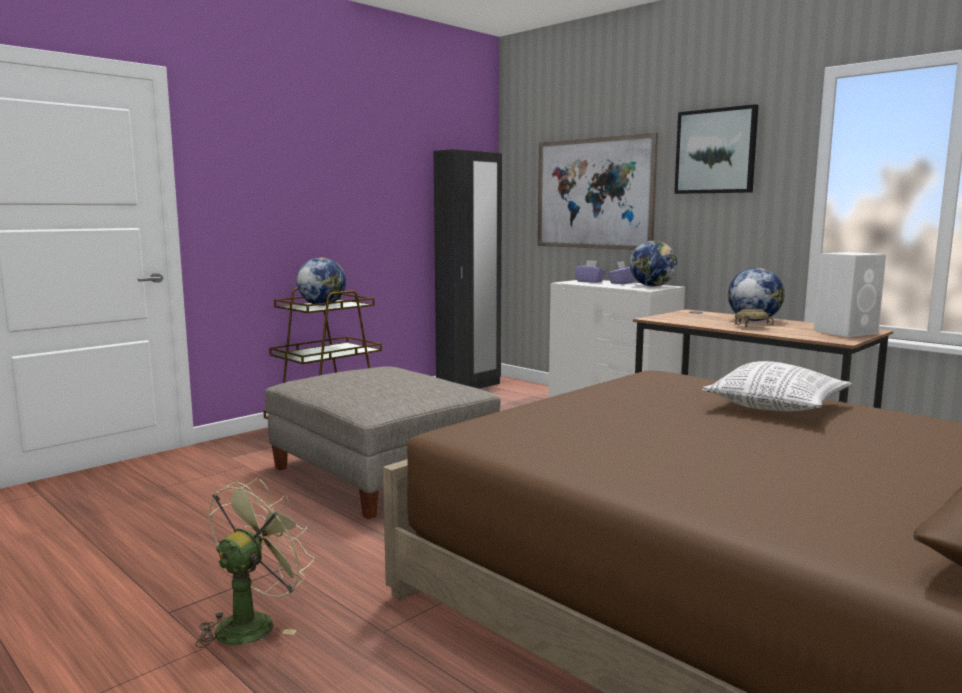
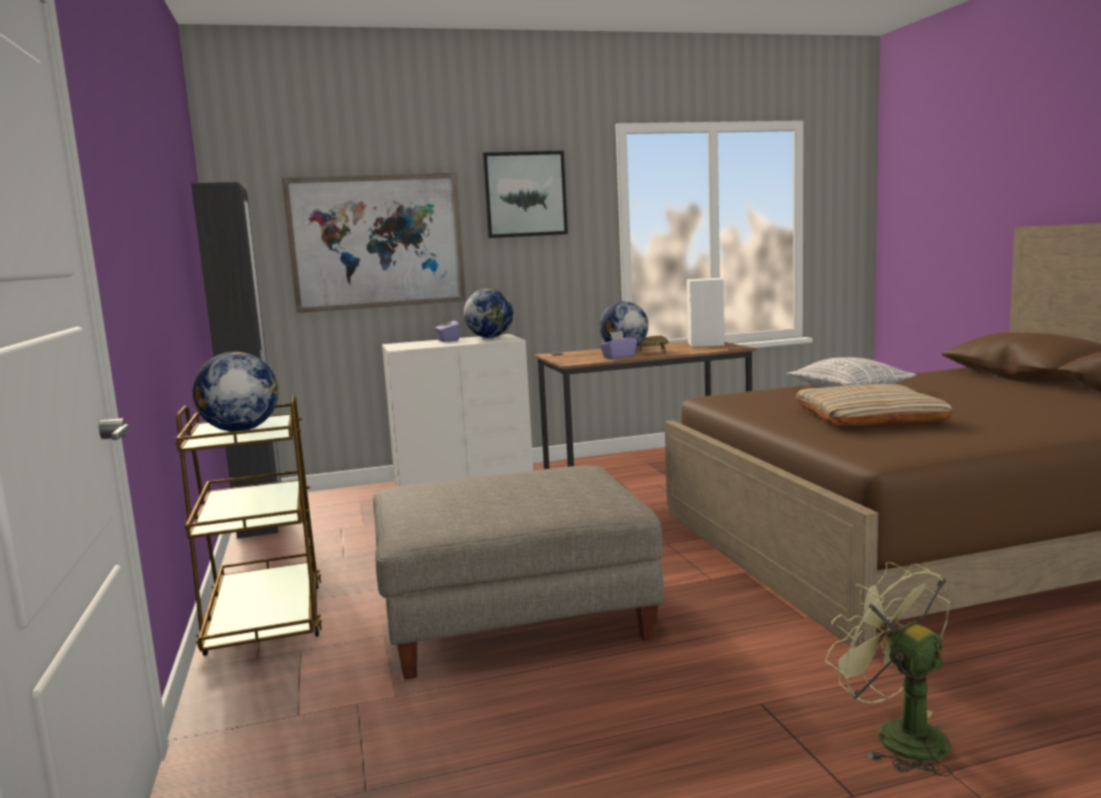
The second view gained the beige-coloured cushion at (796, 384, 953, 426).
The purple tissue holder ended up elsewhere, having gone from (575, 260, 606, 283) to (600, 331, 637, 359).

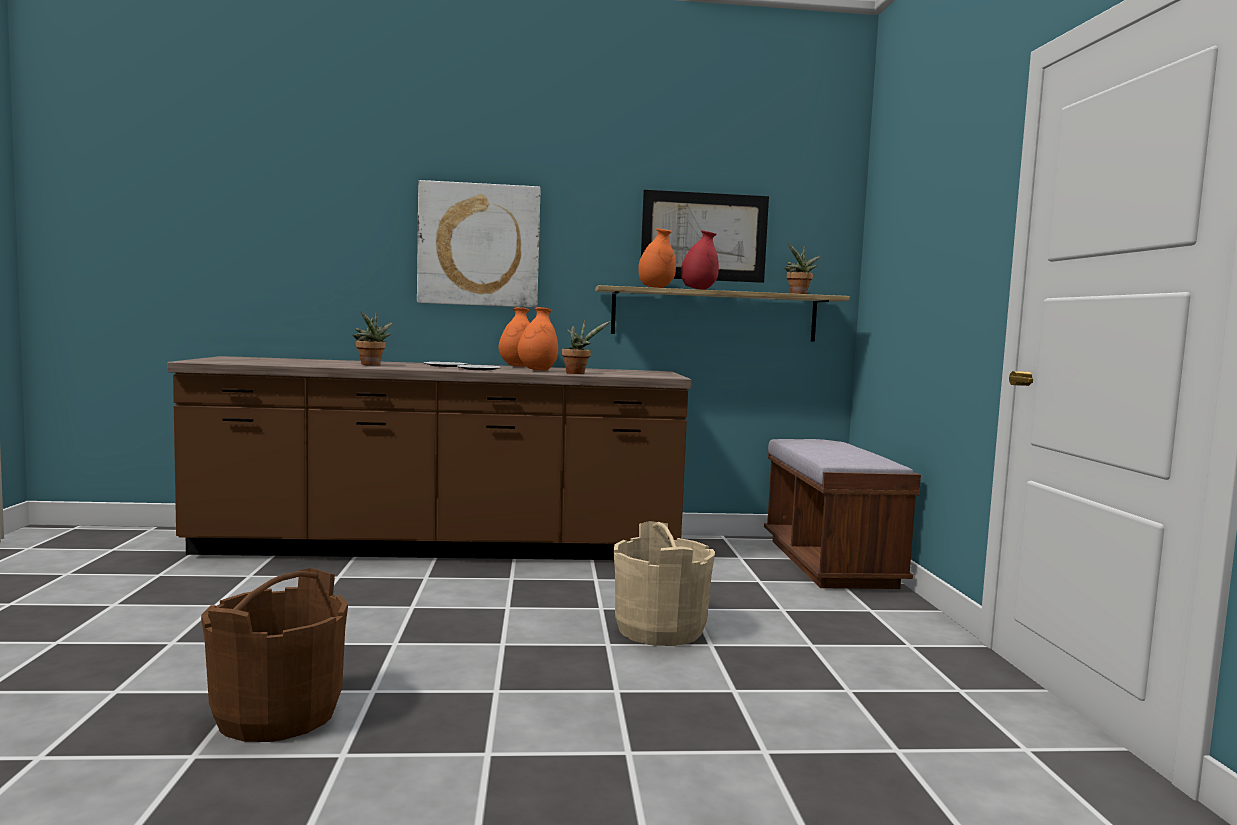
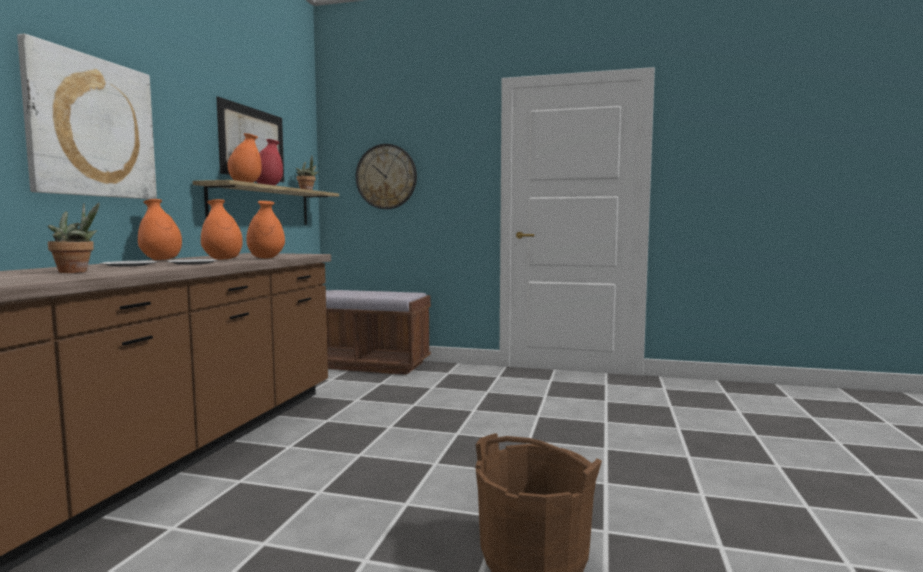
The second view lost the beige-coloured bucket at (614, 521, 715, 646).
The second view gained the hanging clock at (356, 144, 417, 209).
Where the potted plant stood at (562, 320, 611, 374), the orange decorative vase came to stand at (246, 201, 285, 258).

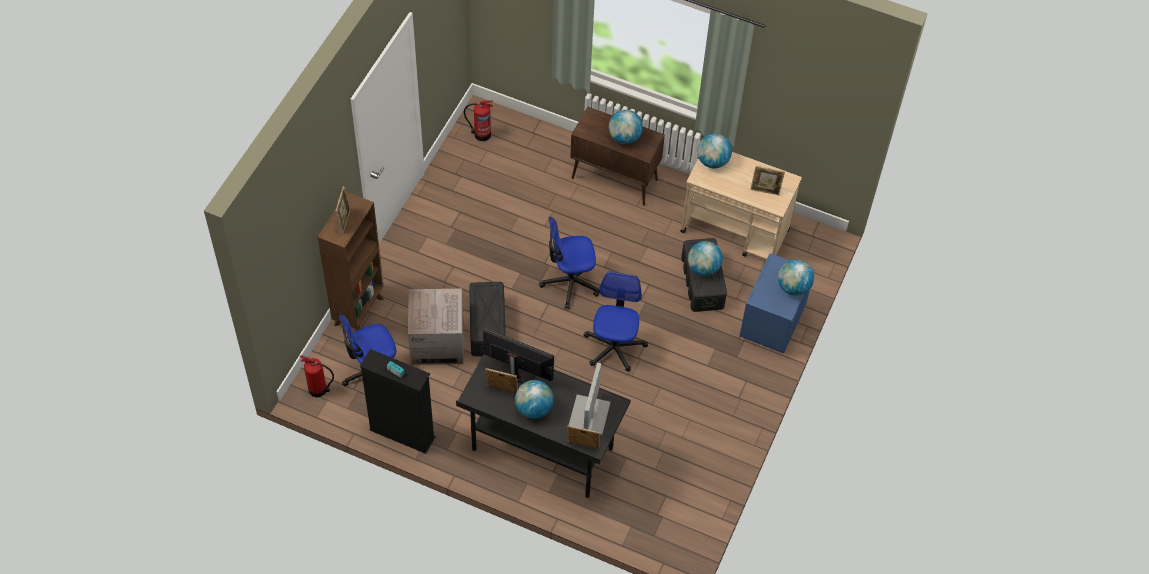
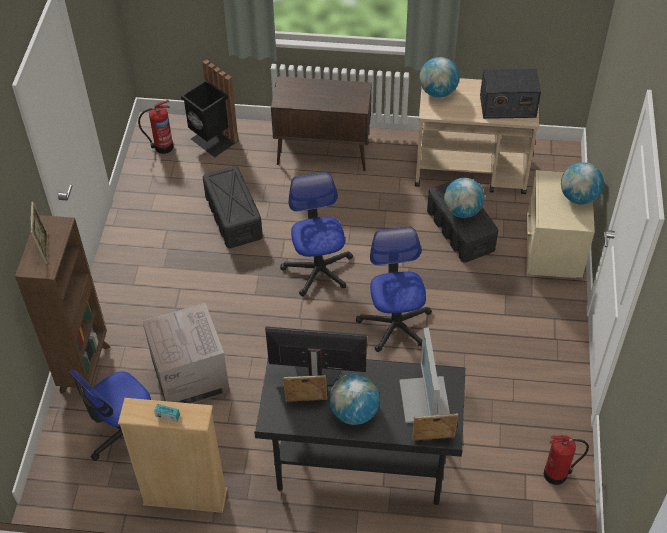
The second view lost the globe at (609, 110, 643, 144).
The second view gained the black-coloured rubbish bin at (181, 59, 239, 157).
The extinguisher ended up elsewhere, having gone from (300, 355, 334, 397) to (544, 435, 589, 485).
The black-coloured storage container ended up elsewhere, having gone from (469, 282, 506, 356) to (203, 166, 263, 248).
Where the picture frame stood at (750, 166, 785, 195), the radio set came to stand at (480, 68, 541, 119).
What was the black-coloured shelving unit at (360, 349, 436, 454) turned into the beige-coloured shelving unit at (118, 398, 227, 513).
What was the blue-coloured bedside table at (740, 253, 815, 354) turned into the beige-coloured bedside table at (527, 170, 595, 278).
The office chair at (539, 217, 599, 309) ended up facing another way, 105 degrees clockwise from before.

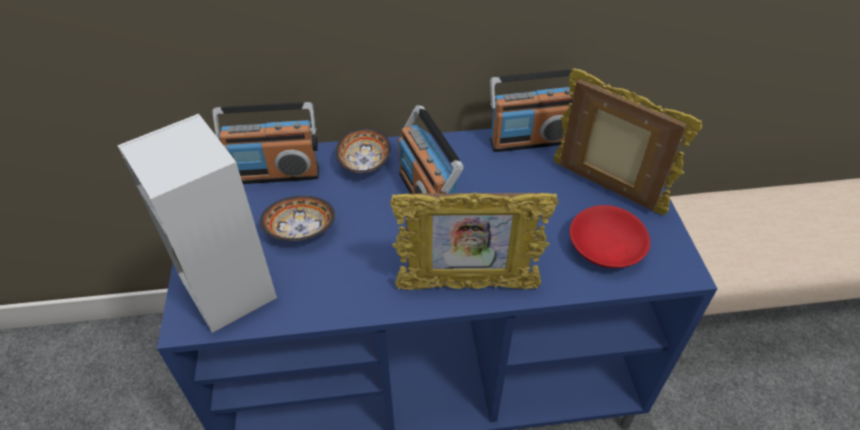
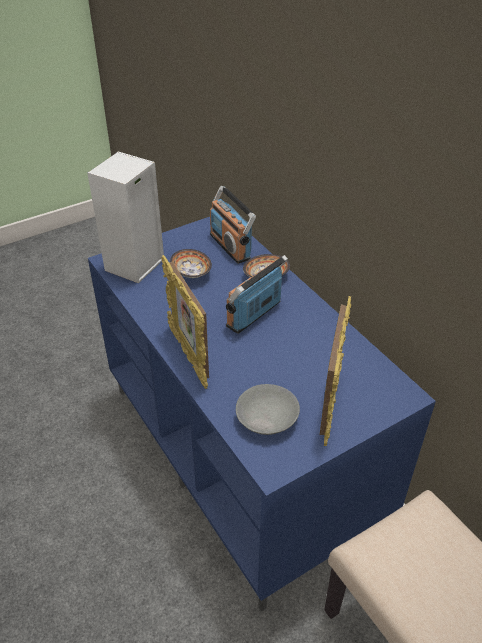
The second view lost the radio set at (490, 69, 580, 152).
What was the reddish serving bowl at (570, 205, 650, 268) turned into the gray serving bowl at (236, 384, 300, 435).

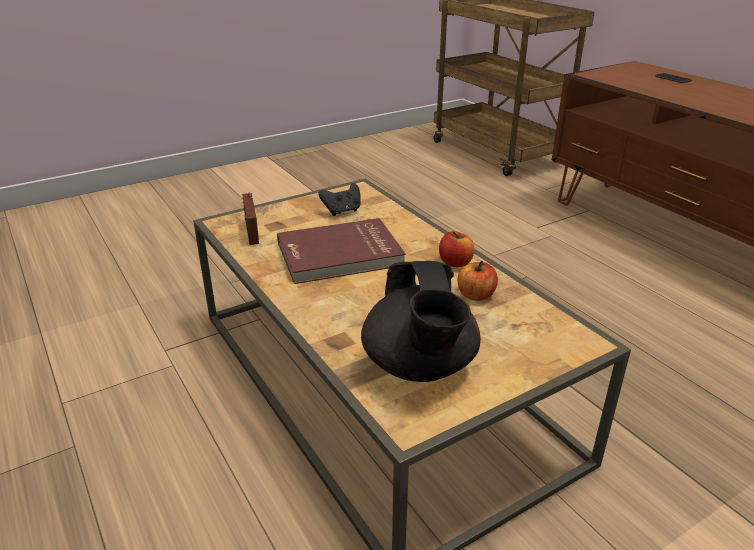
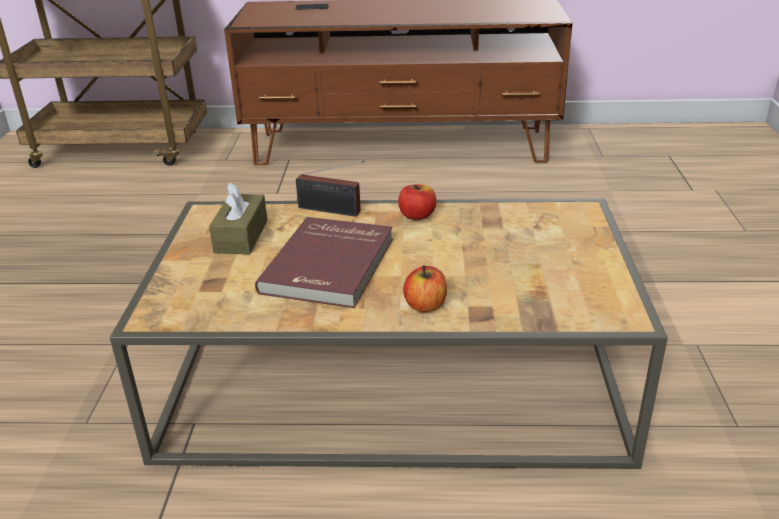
The second view lost the black-coloured tea pot at (361, 261, 481, 382).
The radio set ended up elsewhere, having gone from (242, 193, 259, 245) to (296, 161, 365, 217).
The whole apple ended up elsewhere, having gone from (458, 261, 498, 301) to (403, 265, 447, 312).
Where the black-coloured joypad stood at (318, 183, 361, 216), the brown tissue holder came to stand at (209, 182, 267, 254).

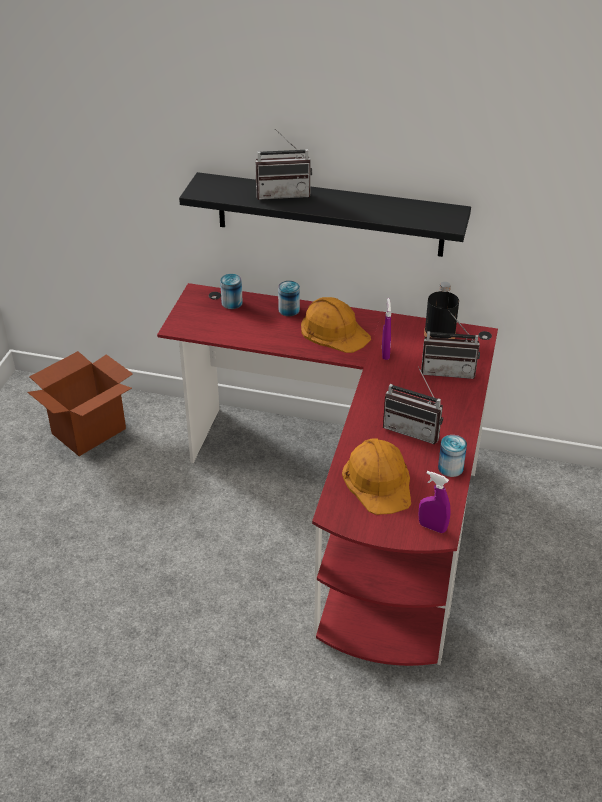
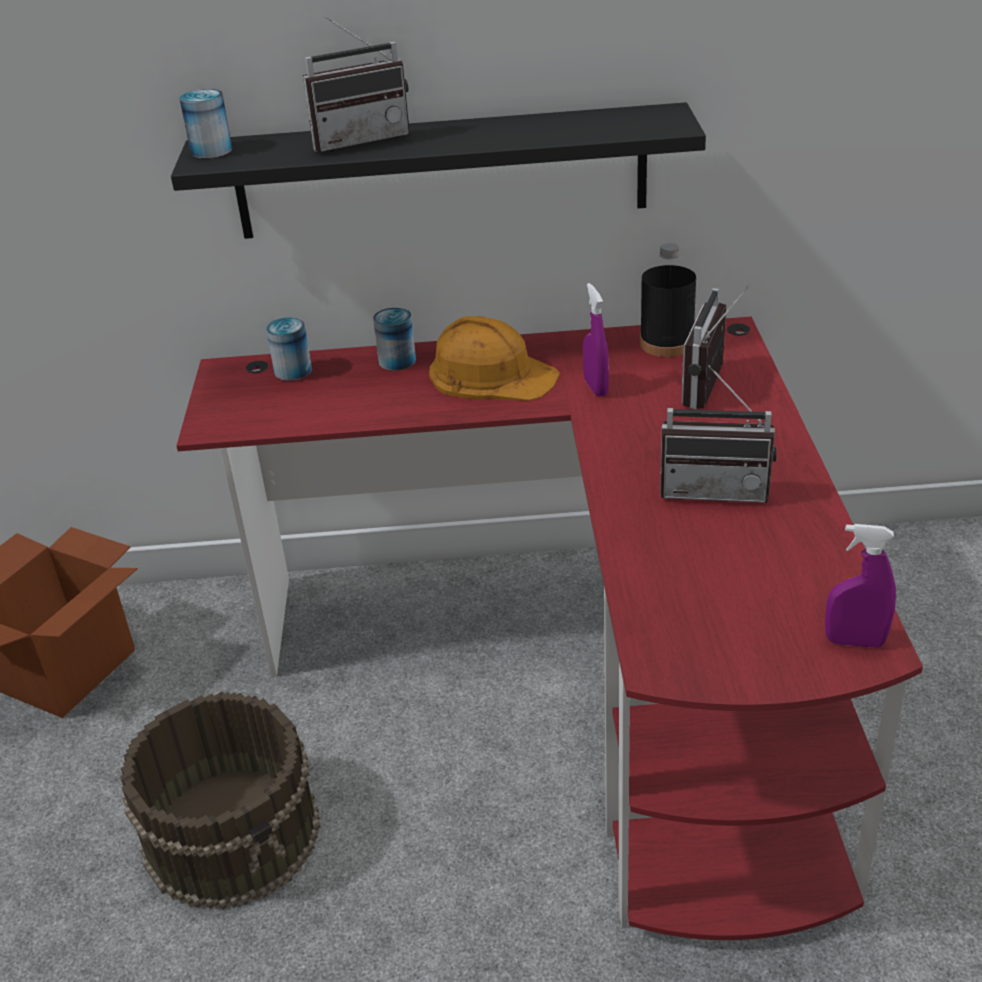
The second view lost the orange safety helmet at (342, 438, 411, 515).
The second view gained the brown bucket at (120, 692, 321, 910).
The sealed can ended up elsewhere, having gone from (438, 435, 467, 477) to (179, 89, 232, 158).
The radio set at (421, 310, 480, 379) ended up facing another way, 120 degrees clockwise from before.

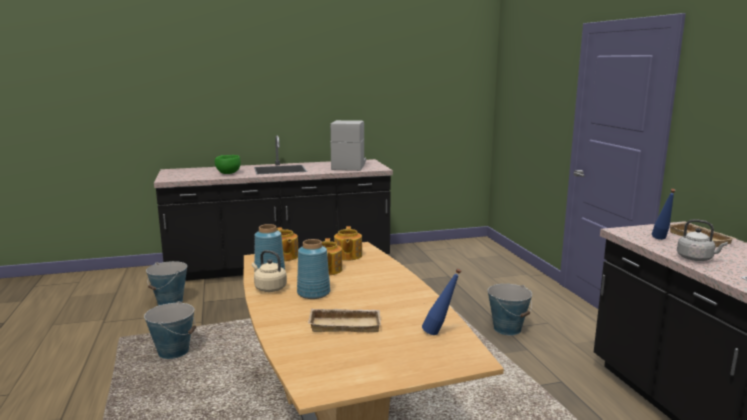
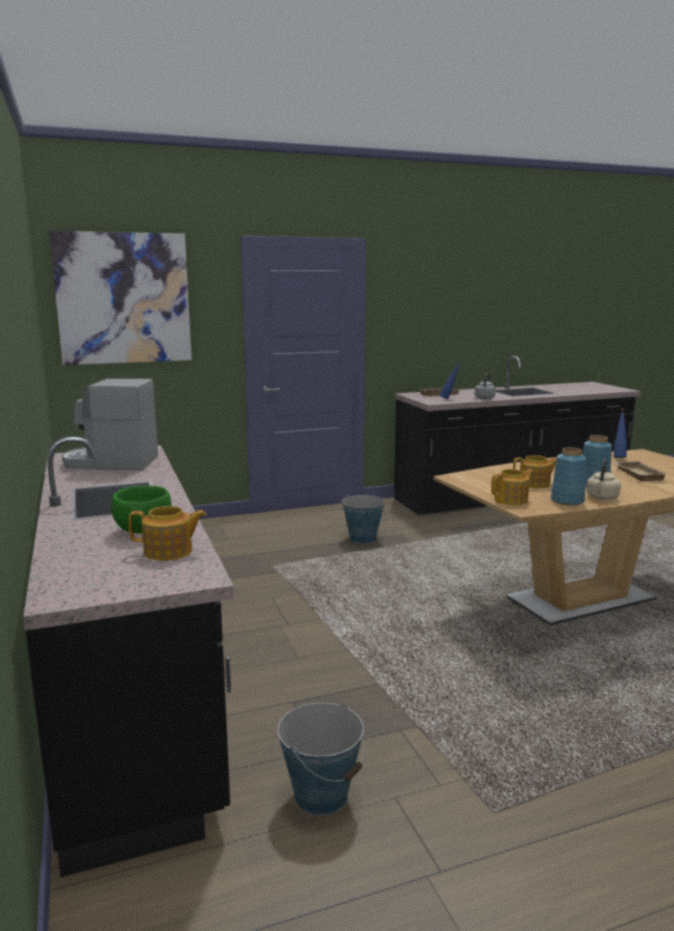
The second view lost the bucket at (144, 301, 196, 359).
The second view gained the wall picture at (49, 231, 192, 365).
The tea pot ended up elsewhere, having gone from (334, 226, 362, 261) to (129, 506, 206, 561).

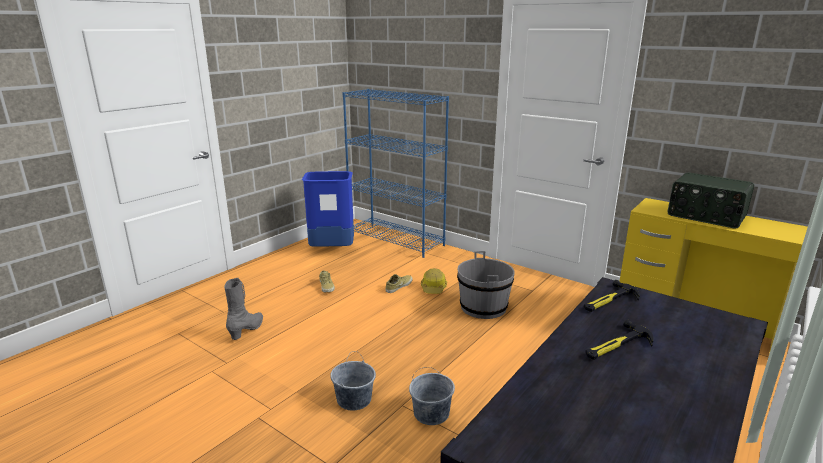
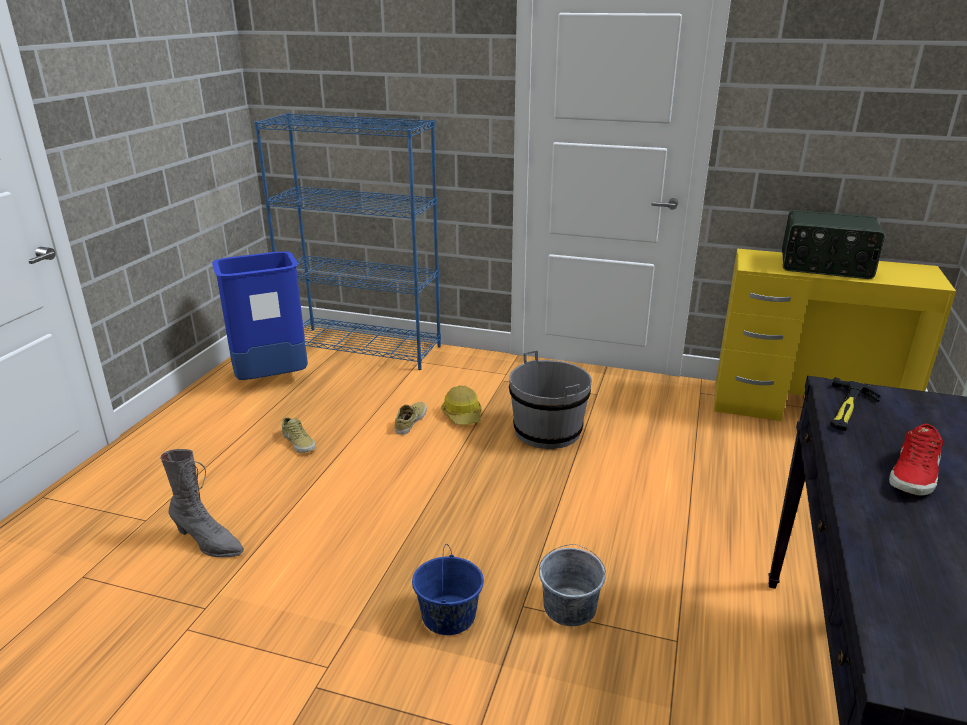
Where the hammer stood at (586, 319, 654, 360), the reddish item of footwear came to stand at (889, 424, 943, 495).
What was the gray bucket at (330, 351, 376, 411) turned into the blue-coloured bucket at (412, 544, 484, 635).
The gray tall boot at (224, 278, 263, 340) ended up facing another way, 120 degrees clockwise from before.

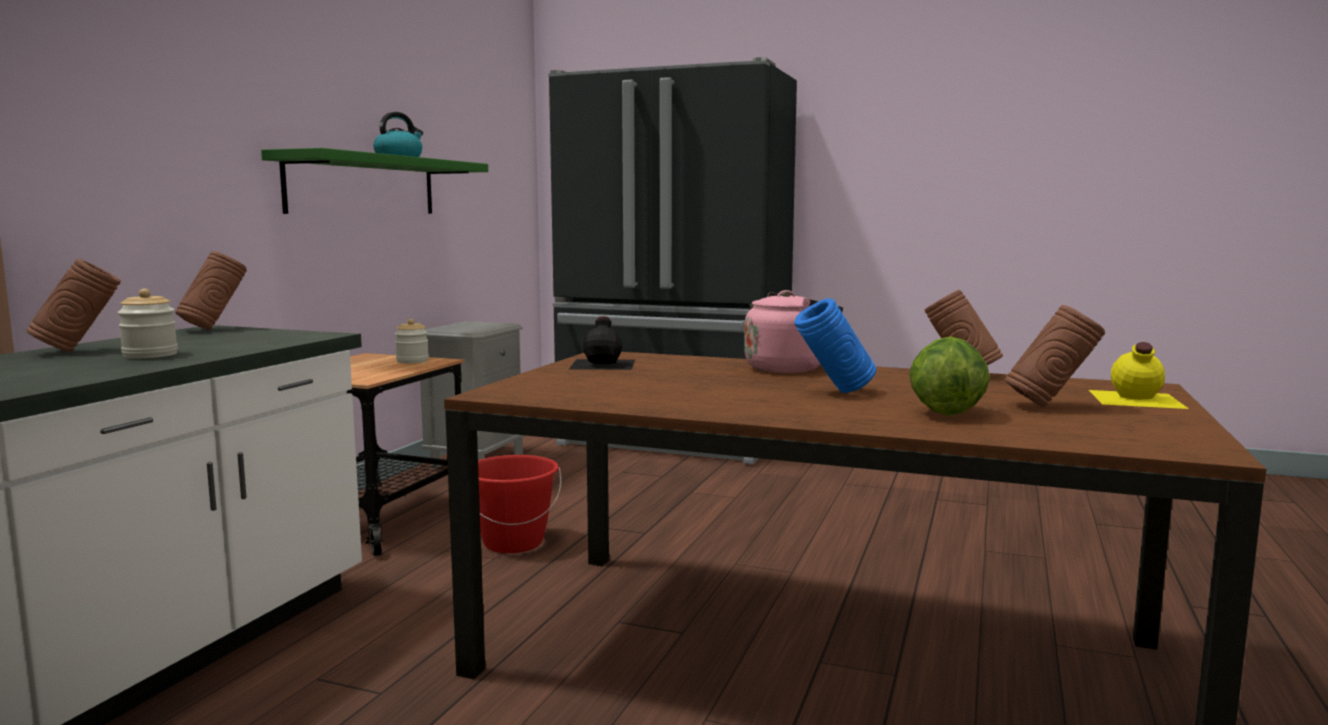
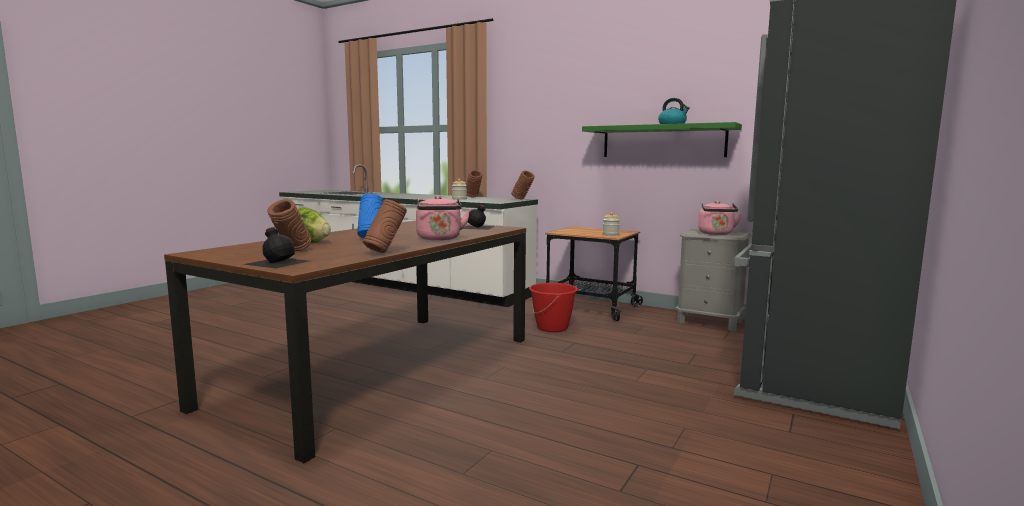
The second view gained the pink kettle at (698, 201, 742, 235).
What was the yellow-coloured beverage bottle at (1089, 342, 1189, 409) turned into the black-coloured beverage bottle at (243, 227, 309, 268).

